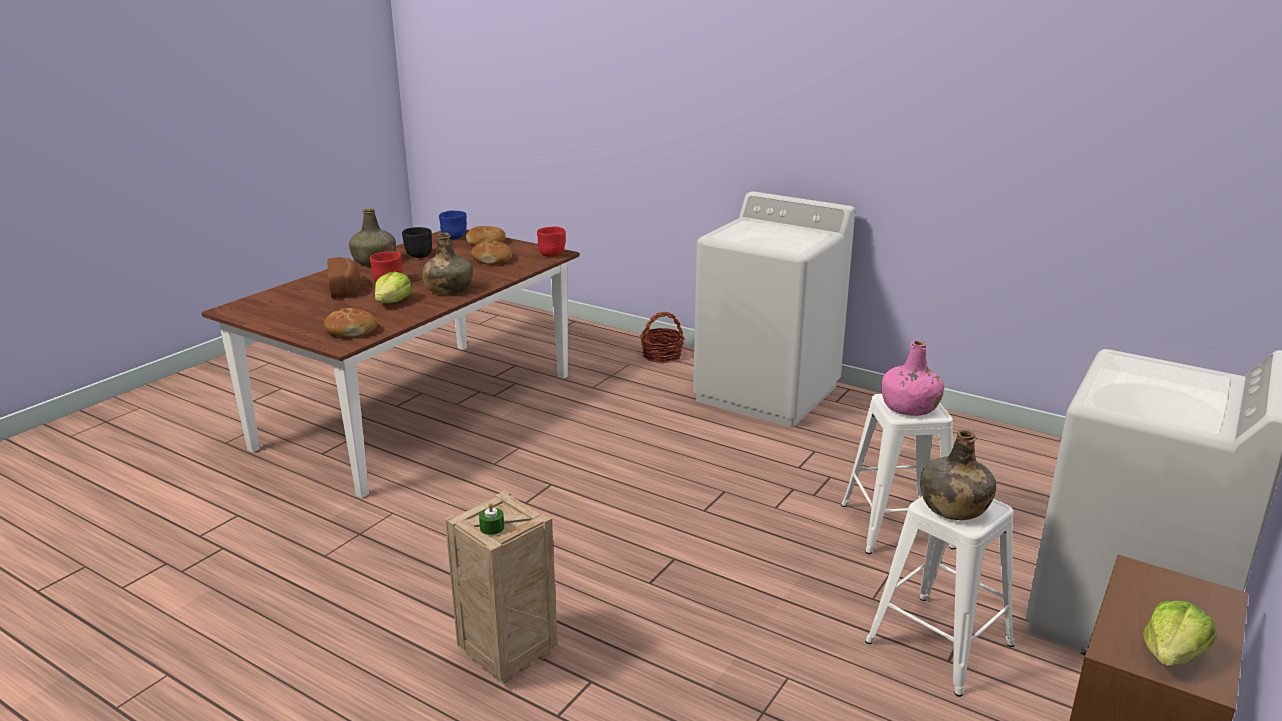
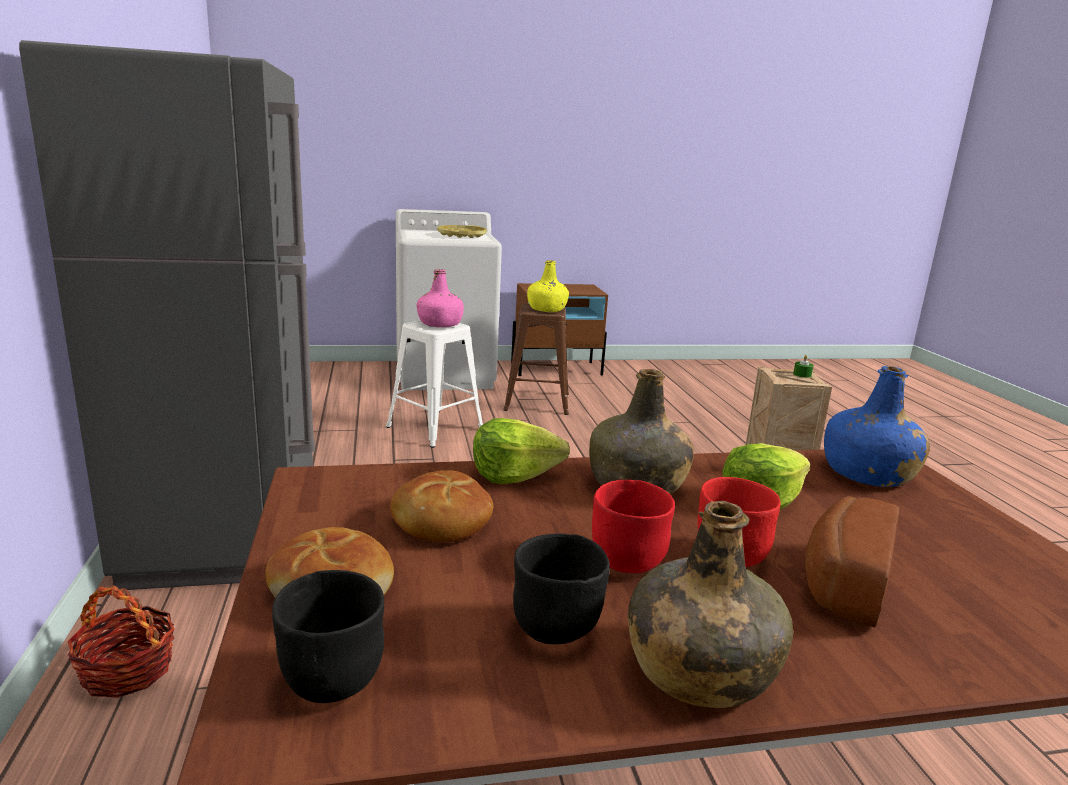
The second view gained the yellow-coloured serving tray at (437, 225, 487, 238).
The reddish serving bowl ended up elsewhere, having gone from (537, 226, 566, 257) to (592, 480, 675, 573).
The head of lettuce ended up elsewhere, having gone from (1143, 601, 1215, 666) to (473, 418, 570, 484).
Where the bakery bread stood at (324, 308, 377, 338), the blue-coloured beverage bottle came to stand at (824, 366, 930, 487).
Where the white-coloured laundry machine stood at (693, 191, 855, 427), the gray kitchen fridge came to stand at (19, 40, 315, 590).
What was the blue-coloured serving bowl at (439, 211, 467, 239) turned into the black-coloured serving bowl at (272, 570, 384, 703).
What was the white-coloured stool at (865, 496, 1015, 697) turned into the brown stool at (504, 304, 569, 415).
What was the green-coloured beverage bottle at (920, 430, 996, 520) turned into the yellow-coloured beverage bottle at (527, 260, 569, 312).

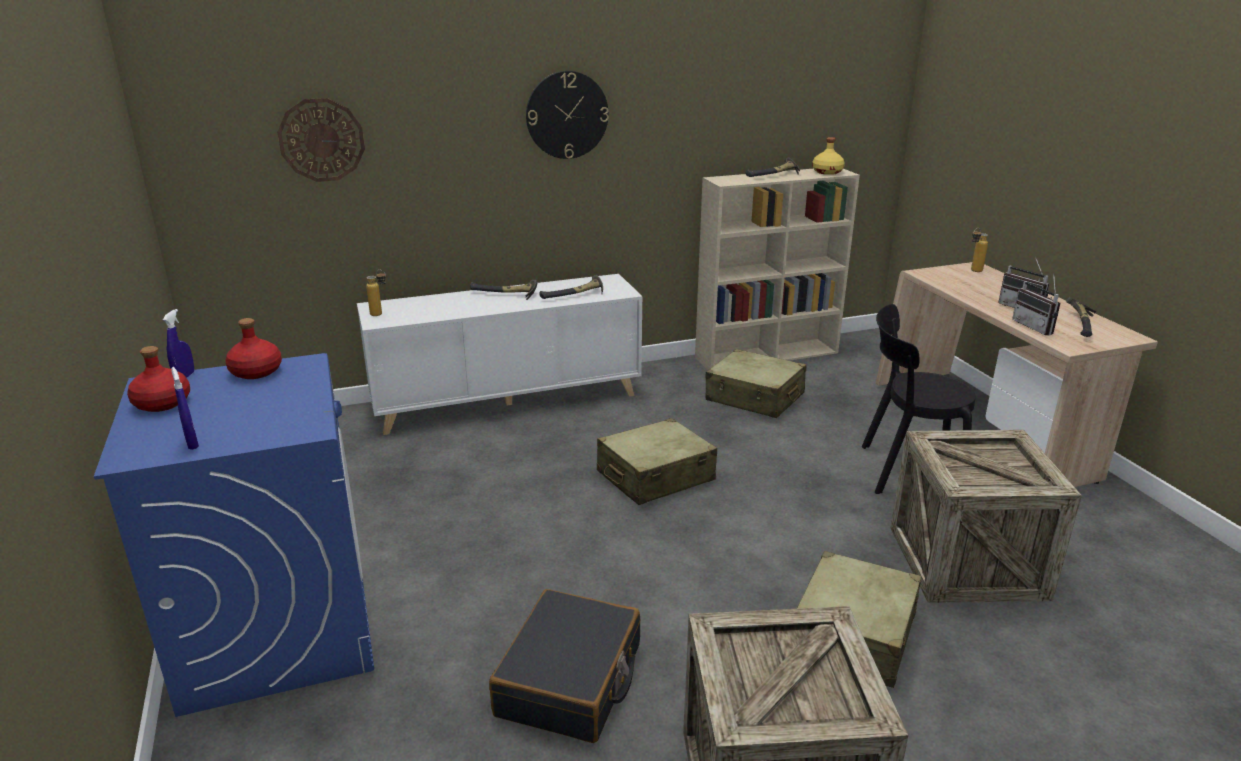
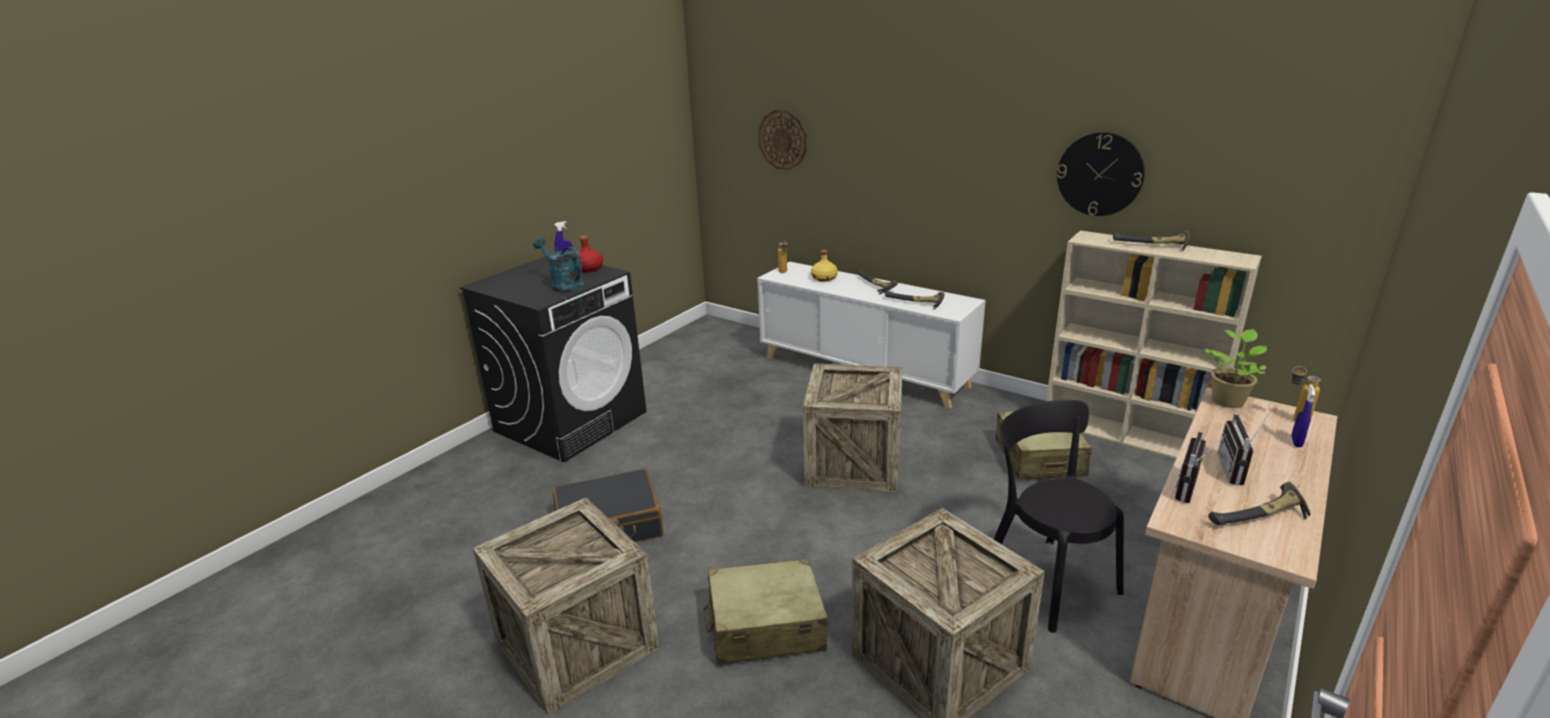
The second view lost the reddish beverage bottle at (127, 346, 190, 412).
The second view gained the blue-green watering pot at (533, 237, 585, 293).
The second view gained the potted plant at (1205, 329, 1267, 408).
The blue-coloured spray bottle ended up elsewhere, having gone from (172, 367, 199, 450) to (1292, 384, 1315, 447).
The hanging clock ended up elsewhere, having gone from (526, 71, 609, 159) to (1057, 132, 1145, 216).
The yellow-coloured beverage bottle ended up elsewhere, having gone from (812, 137, 845, 175) to (811, 250, 838, 282).
Where the beige-coloured travel case stood at (597, 418, 717, 505), the shipping crate came to stand at (803, 364, 902, 493).
What was the blue-coloured laundry machine at (94, 353, 374, 717) turned into the black-coloured laundry machine at (460, 256, 646, 462).

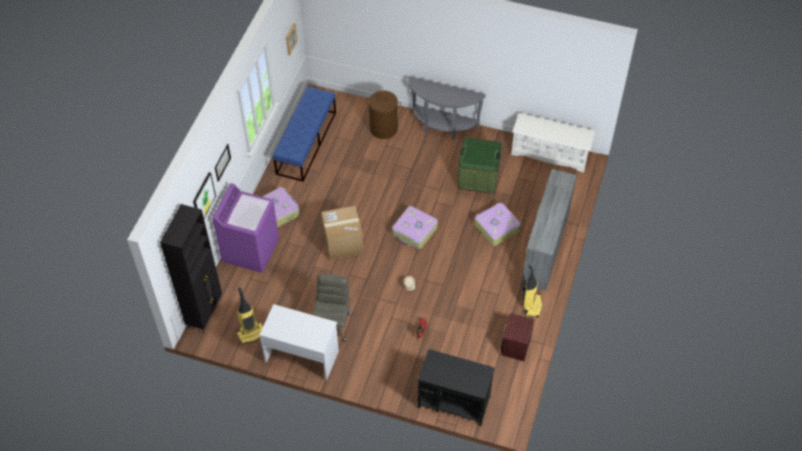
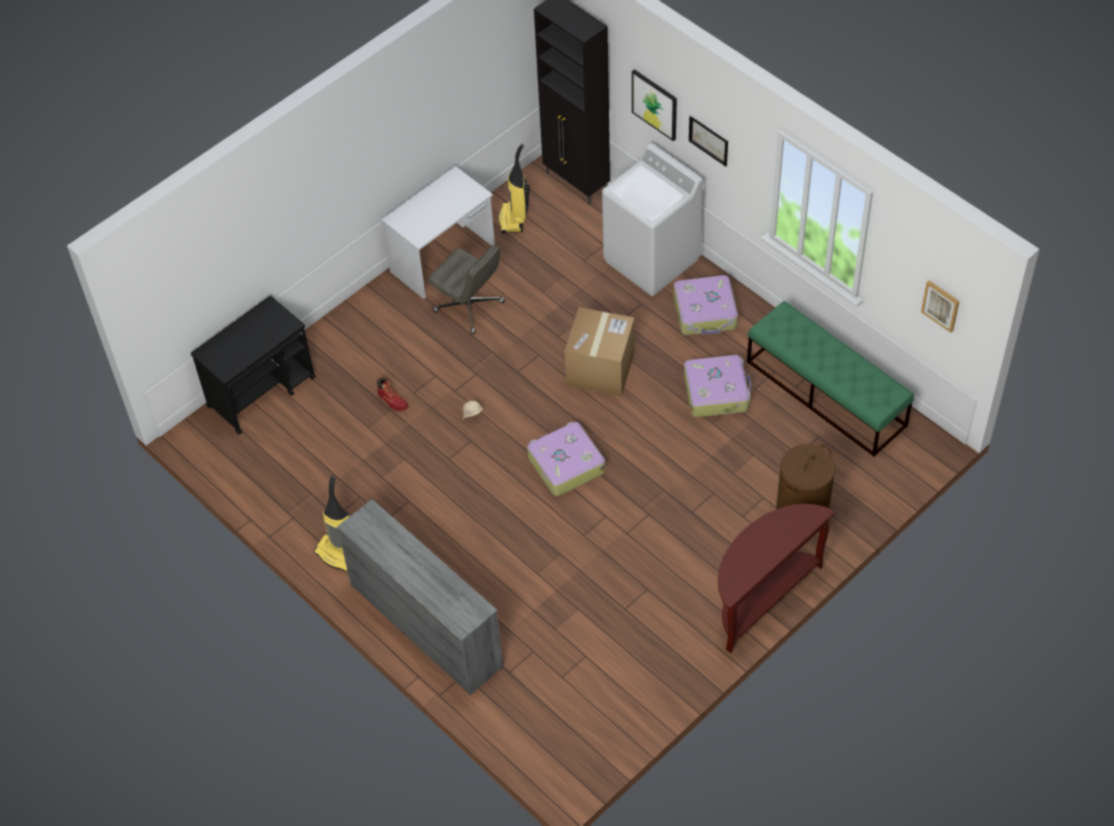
The second view lost the green-coloured storage container at (457, 138, 502, 193).
The second view lost the brown bedside table at (501, 313, 535, 361).
The second view lost the white-coloured shoe stand at (511, 113, 596, 173).
The travel case ended up elsewhere, having gone from (474, 203, 521, 246) to (684, 355, 751, 417).
What was the purple laundry machine at (212, 183, 279, 273) turned into the white-coloured laundry machine at (602, 143, 703, 296).
What was the blue-coloured bench at (273, 87, 336, 182) turned into the green-coloured bench at (747, 301, 914, 457).
What was the gray console table at (408, 76, 486, 139) turned into the brown console table at (718, 504, 835, 653).

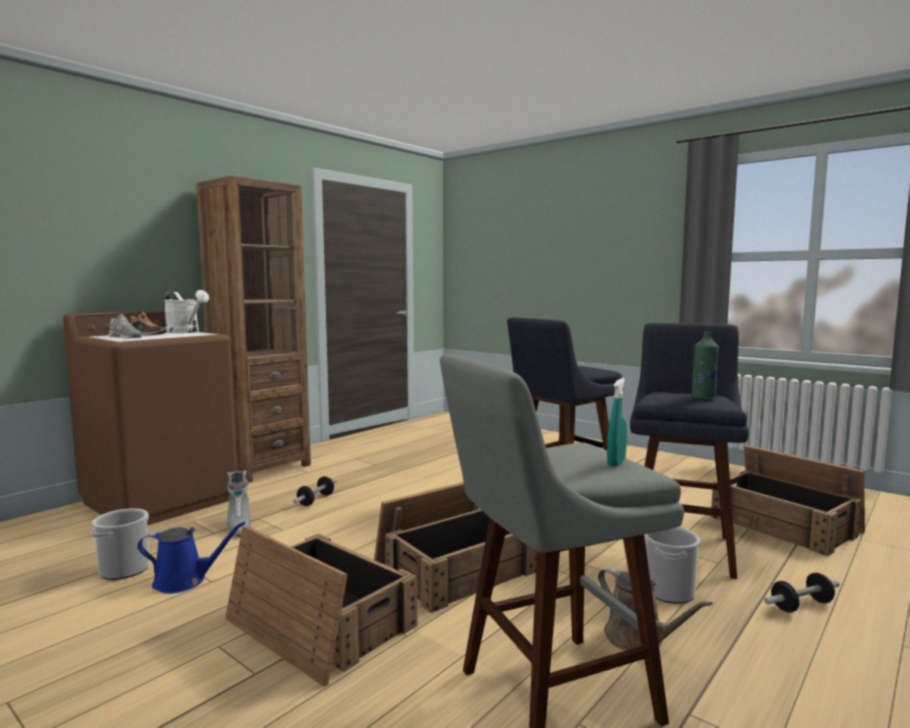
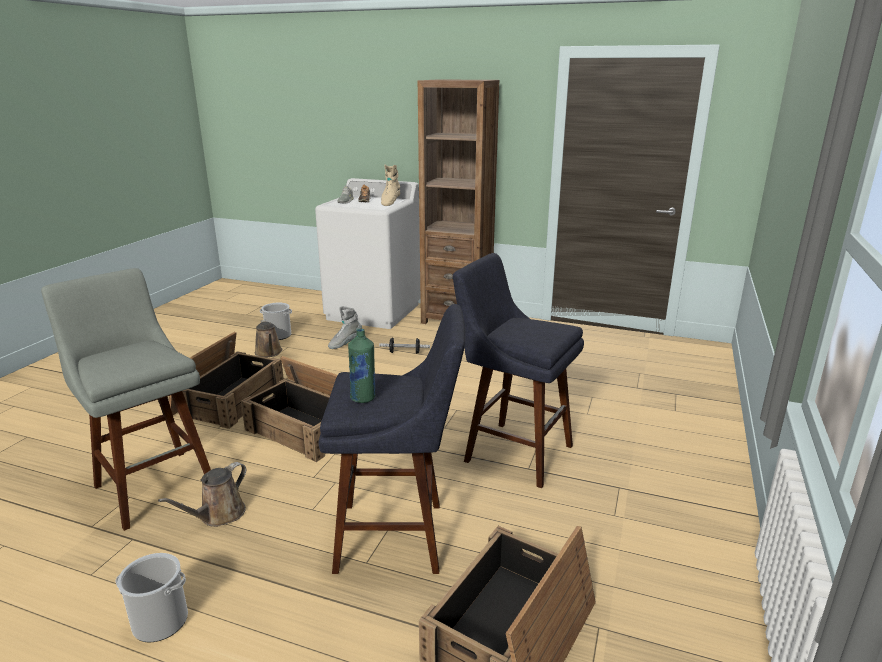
The second view lost the blue-green spray bottle at (607, 378, 627, 467).
The second view lost the free weight at (764, 573, 840, 613).
The bucket ended up elsewhere, having gone from (644, 527, 700, 604) to (116, 553, 188, 643).
Where the white-coloured watering pot stood at (164, 290, 209, 333), the beige-coloured tall boot came to stand at (381, 165, 400, 206).
What was the brown laundry machine at (63, 310, 237, 526) turned into the white-coloured laundry machine at (315, 178, 420, 329).
What was the blue-coloured watering pot at (137, 522, 245, 594) turned into the brown watering pot at (255, 320, 282, 358).

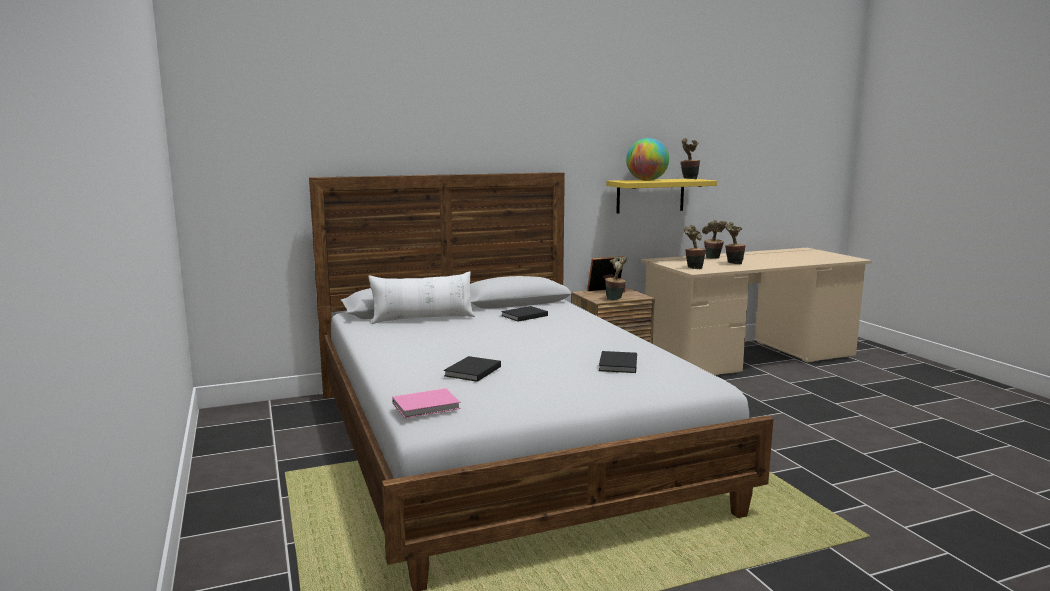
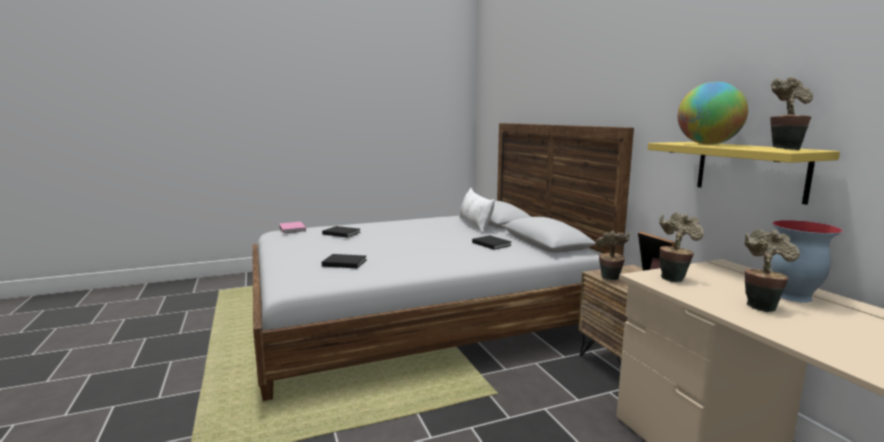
Where the potted plant stood at (702, 220, 727, 259), the decorative vase came to stand at (771, 220, 843, 303).

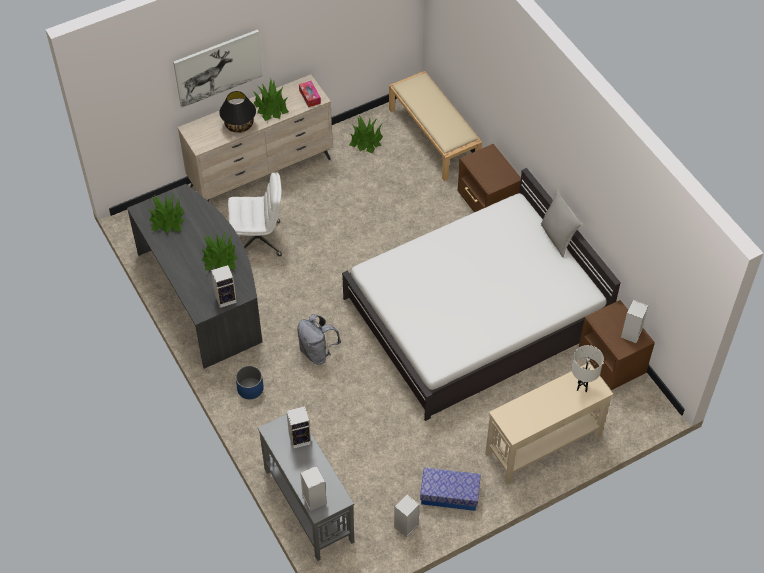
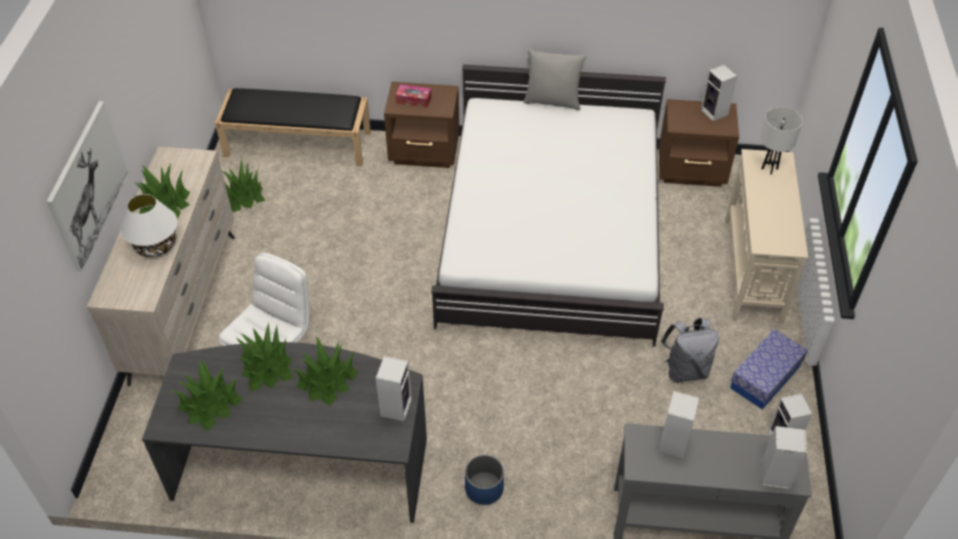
The second view gained the potted plant at (235, 323, 293, 392).
The gray backpack ended up elsewhere, having gone from (297, 314, 341, 365) to (661, 318, 719, 382).
The tissue holder ended up elsewhere, having gone from (299, 81, 321, 107) to (396, 84, 431, 108).
What was the black-coloured lamp for a table at (219, 91, 256, 133) turned into the white-coloured lamp for a table at (121, 194, 177, 257).
What was the beige-coloured bench at (389, 71, 482, 181) turned into the black-coloured bench at (215, 88, 371, 167).

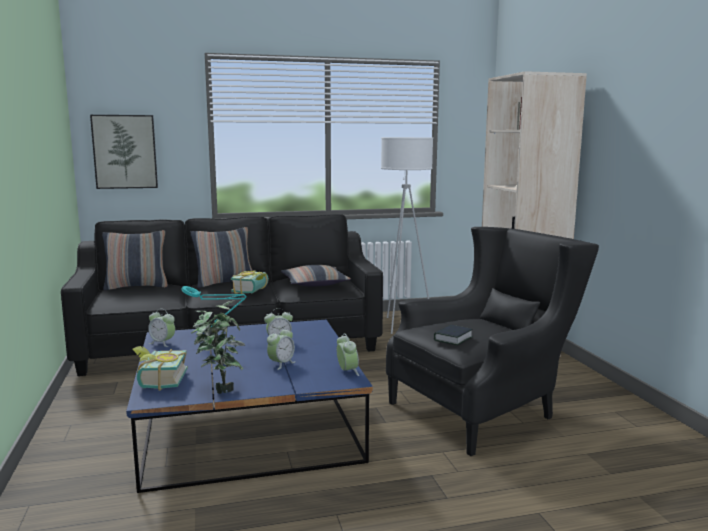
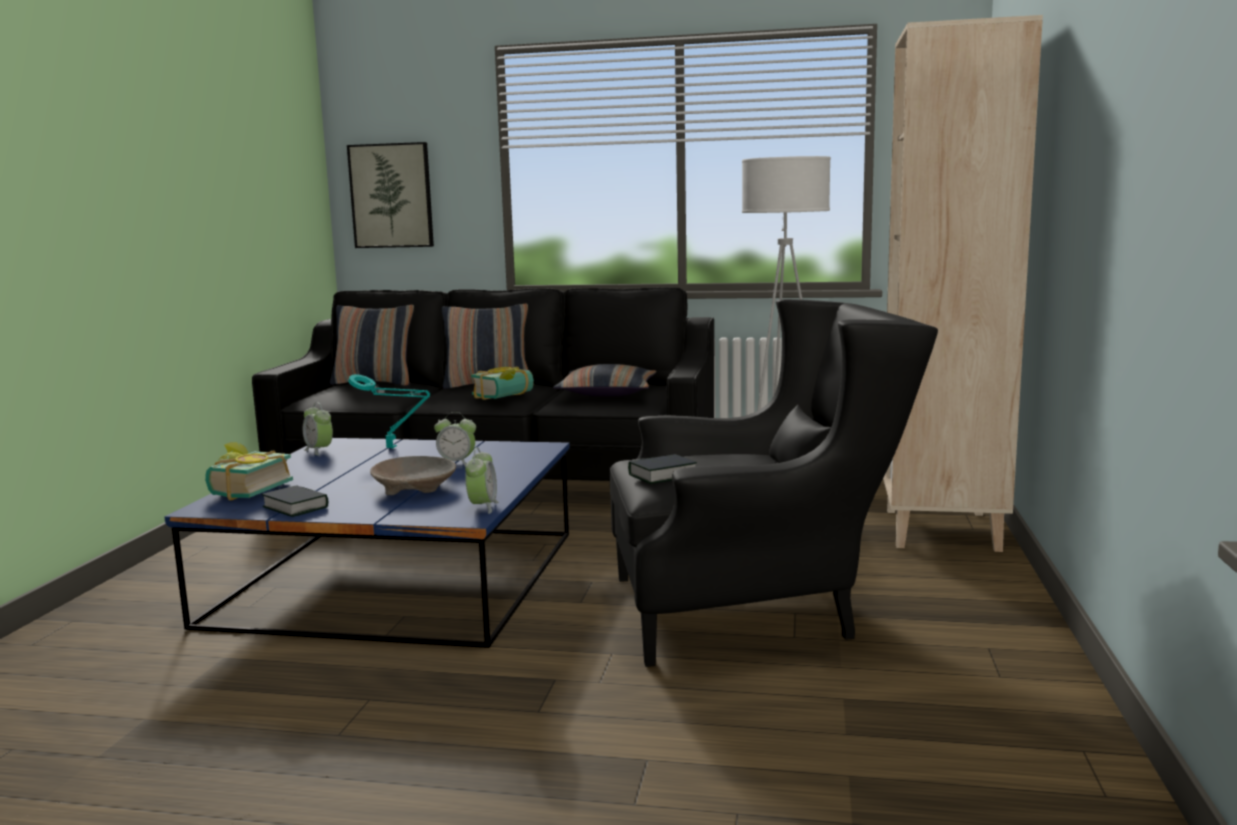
Where the potted plant stood at (191, 300, 245, 394), the book came to stand at (262, 485, 328, 517).
Where the alarm clock stood at (267, 326, 295, 370), the beige-coloured serving bowl came to stand at (370, 456, 456, 495).

